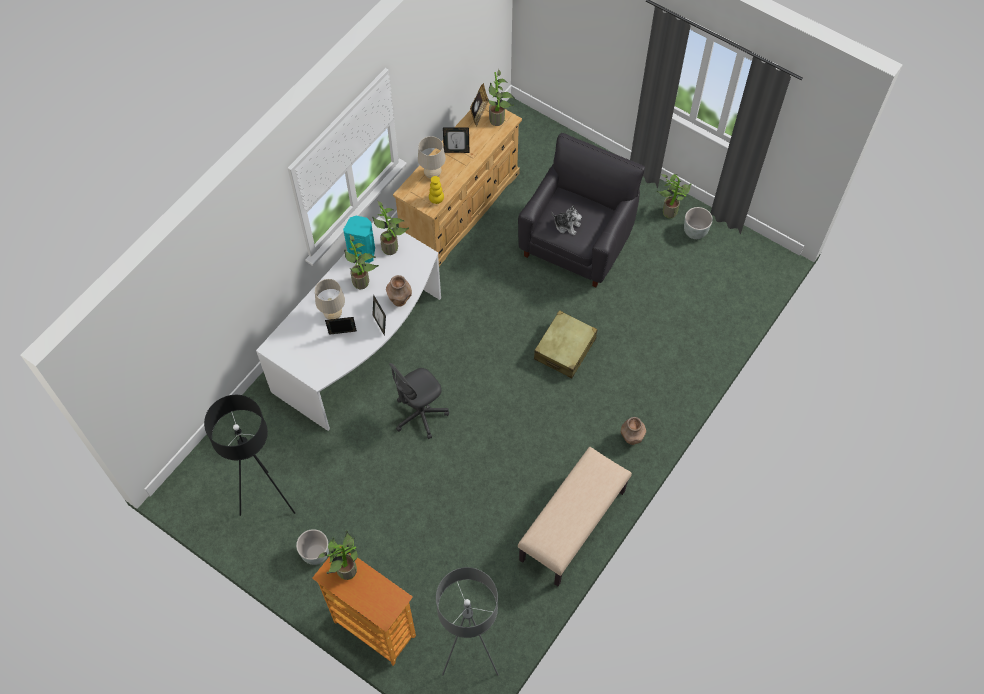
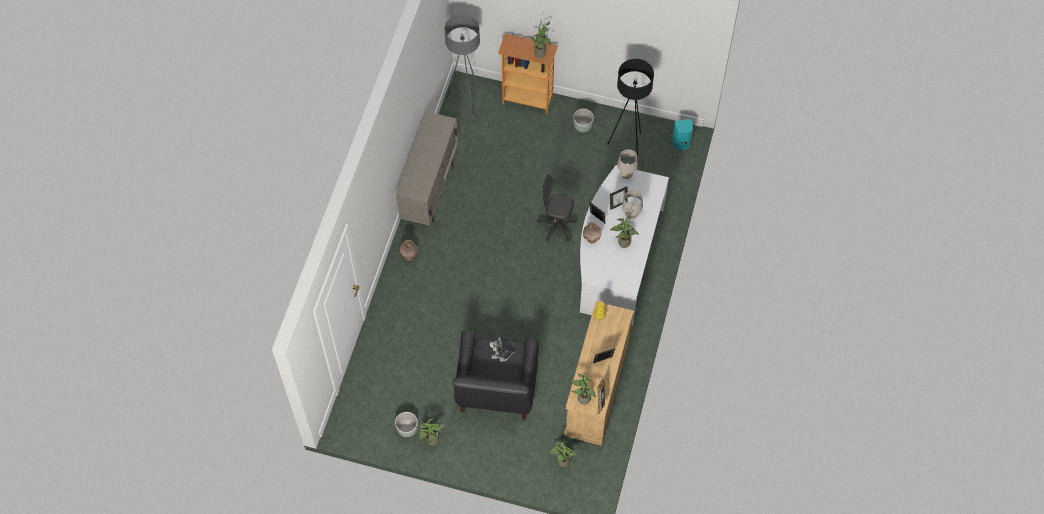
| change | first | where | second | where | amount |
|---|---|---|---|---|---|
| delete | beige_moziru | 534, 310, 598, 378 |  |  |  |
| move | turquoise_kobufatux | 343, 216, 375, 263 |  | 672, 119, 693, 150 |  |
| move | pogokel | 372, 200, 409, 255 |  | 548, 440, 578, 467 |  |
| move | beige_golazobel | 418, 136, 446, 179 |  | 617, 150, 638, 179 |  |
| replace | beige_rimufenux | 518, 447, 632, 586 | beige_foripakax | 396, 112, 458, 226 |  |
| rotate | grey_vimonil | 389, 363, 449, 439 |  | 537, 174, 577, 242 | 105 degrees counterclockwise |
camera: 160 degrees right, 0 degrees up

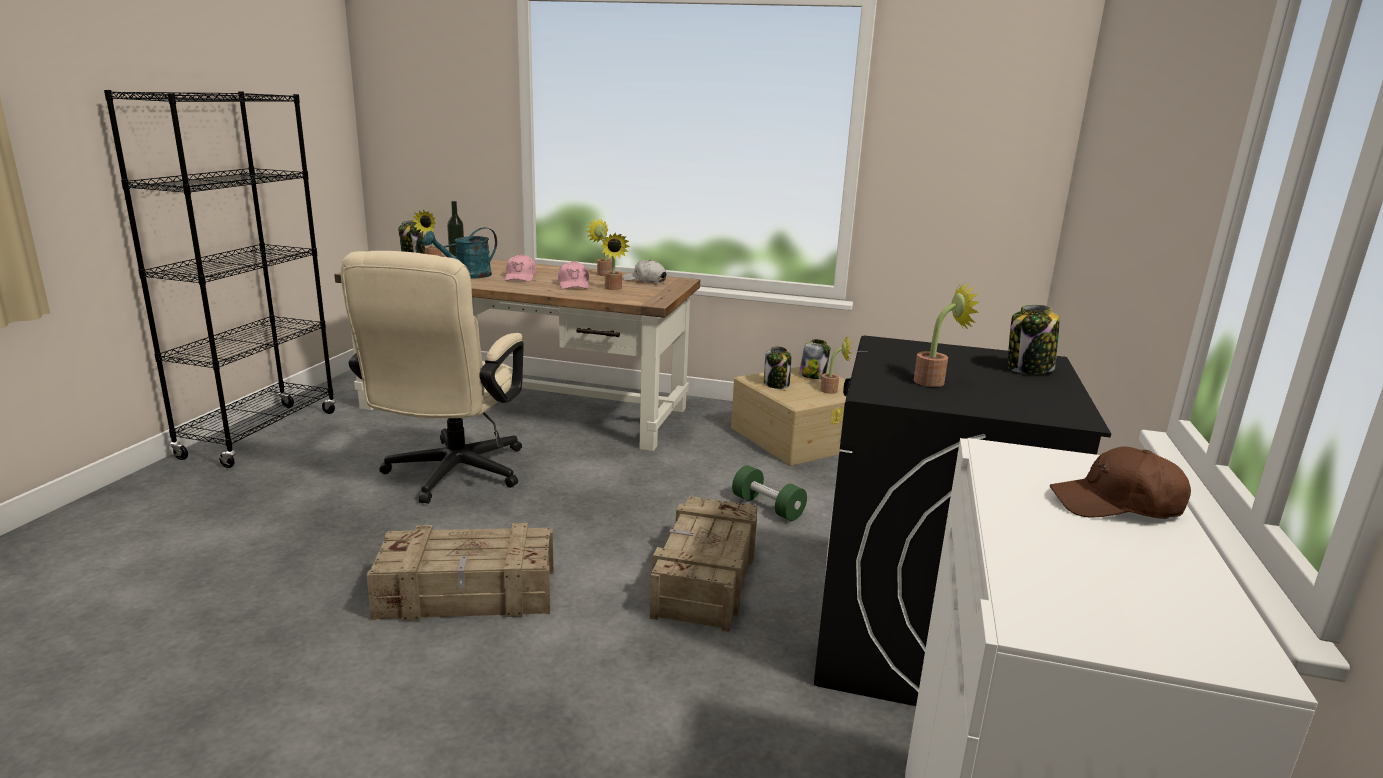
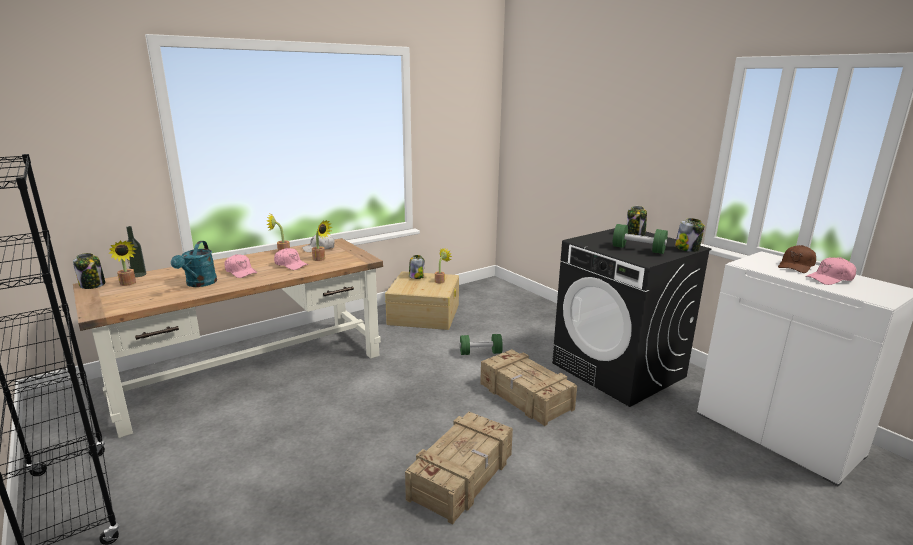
| change | first | where | second | where | amount |
|---|---|---|---|---|---|
| delete | beige_vimonil | 341, 251, 524, 504 |  |  |  |
| insert |  |  | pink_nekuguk | 805, 257, 856, 285 |  |
| move | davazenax | 764, 346, 791, 389 |  | 675, 218, 705, 252 |  |
| replace | pogokel | 914, 282, 979, 387 | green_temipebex | 613, 224, 668, 254 |  |
camera: 50 degrees left, 0 degrees up

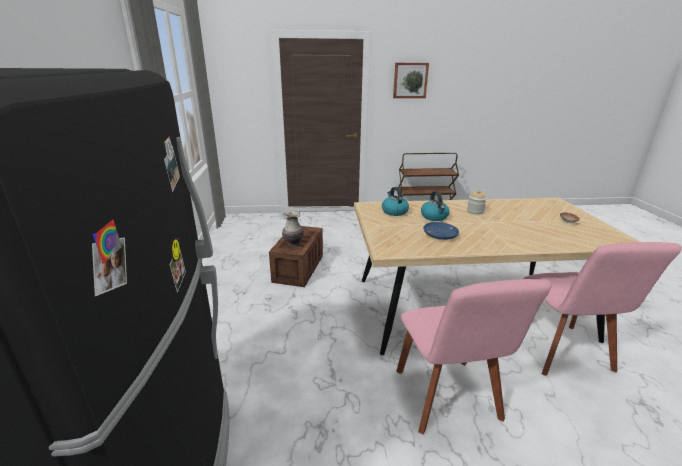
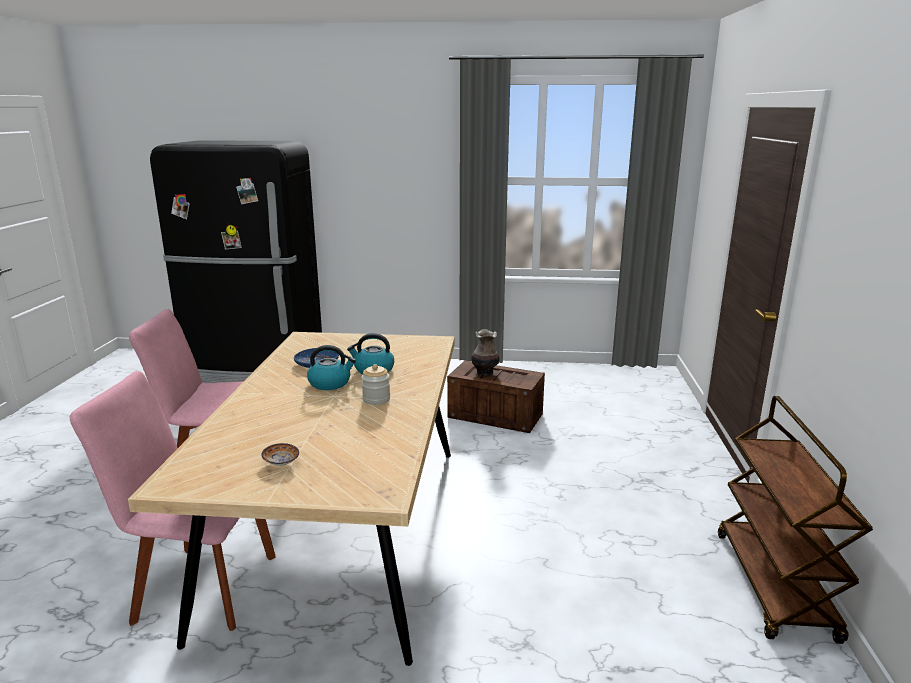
| change | first | where | second | where | amount |
|---|---|---|---|---|---|
| delete | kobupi | 393, 63, 429, 98 |  |  |  |
| move | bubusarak | 382, 187, 409, 216 |  | 307, 345, 356, 390 |  |
camera: 100 degrees right, 5 degrees down

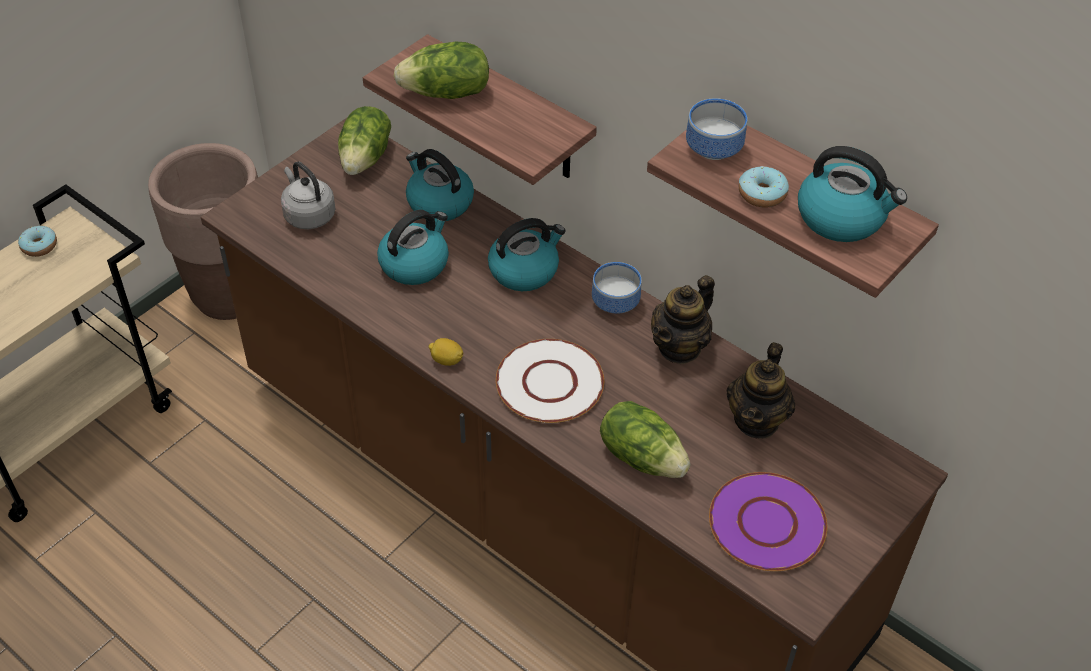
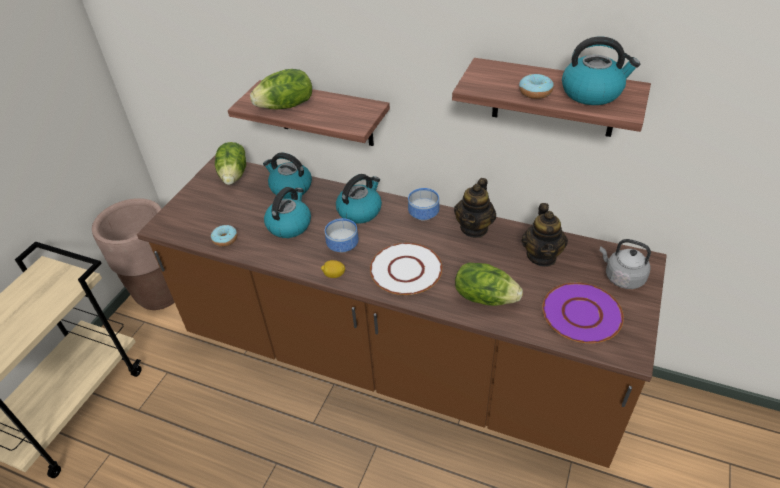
| change | first | where | second | where | amount |
|---|---|---|---|---|---|
| move | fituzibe | 18, 226, 57, 257 |  | 211, 225, 238, 247 |  |
| move | grey_bubusarak | 281, 161, 336, 229 |  | 599, 239, 651, 289 |  |
| move | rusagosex | 686, 98, 747, 160 |  | 325, 218, 359, 253 |  |
camera: 15 degrees left, 5 degrees down

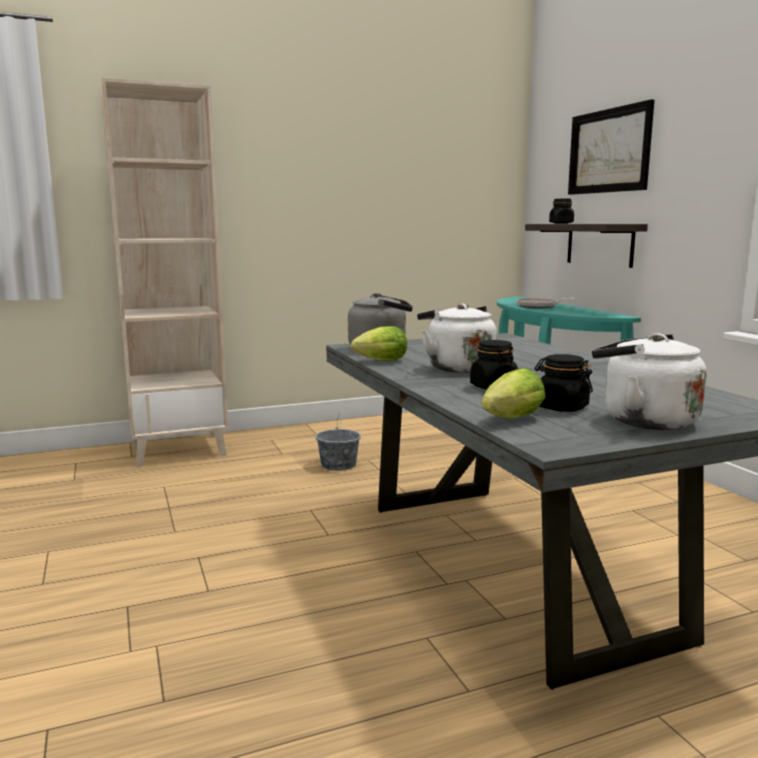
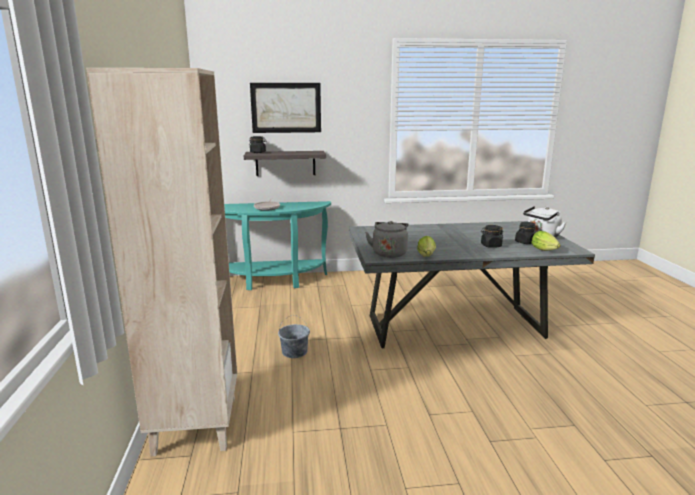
| change | first | where | second | where | amount |
|---|---|---|---|---|---|
| delete | white_bubusarak | 417, 304, 496, 373 |  |  |  |
camera: 75 degrees left, 5 degrees up

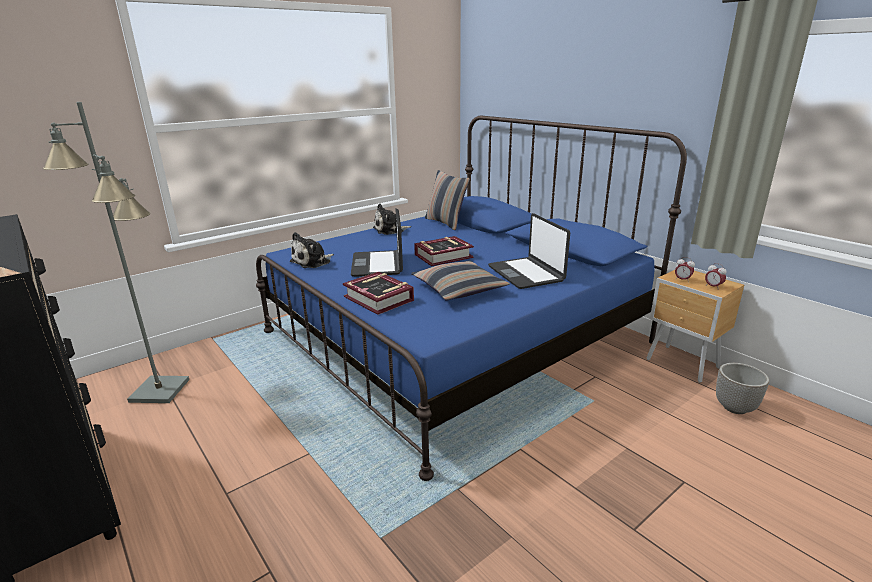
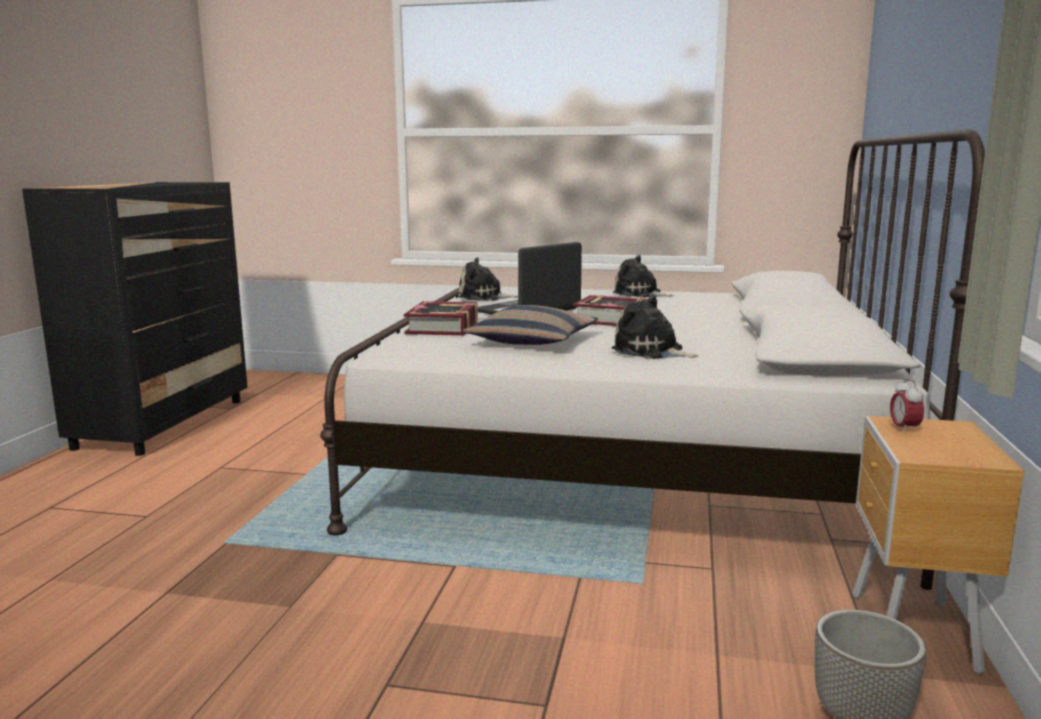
| change | first | where | second | where | amount |
|---|---|---|---|---|---|
| delete | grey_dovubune | 43, 102, 189, 403 |  |  |  |
| delete | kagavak | 425, 170, 470, 230 |  |  |  |
| delete | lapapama | 705, 263, 727, 290 |  |  |  |
| replace | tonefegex | 488, 213, 570, 289 | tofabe | 612, 295, 699, 359 |  |
| recolor | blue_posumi | 256, 116, 687, 481 | white_posumi | 320, 129, 985, 590 |  |
camera: 50 degrees right, 10 degrees down

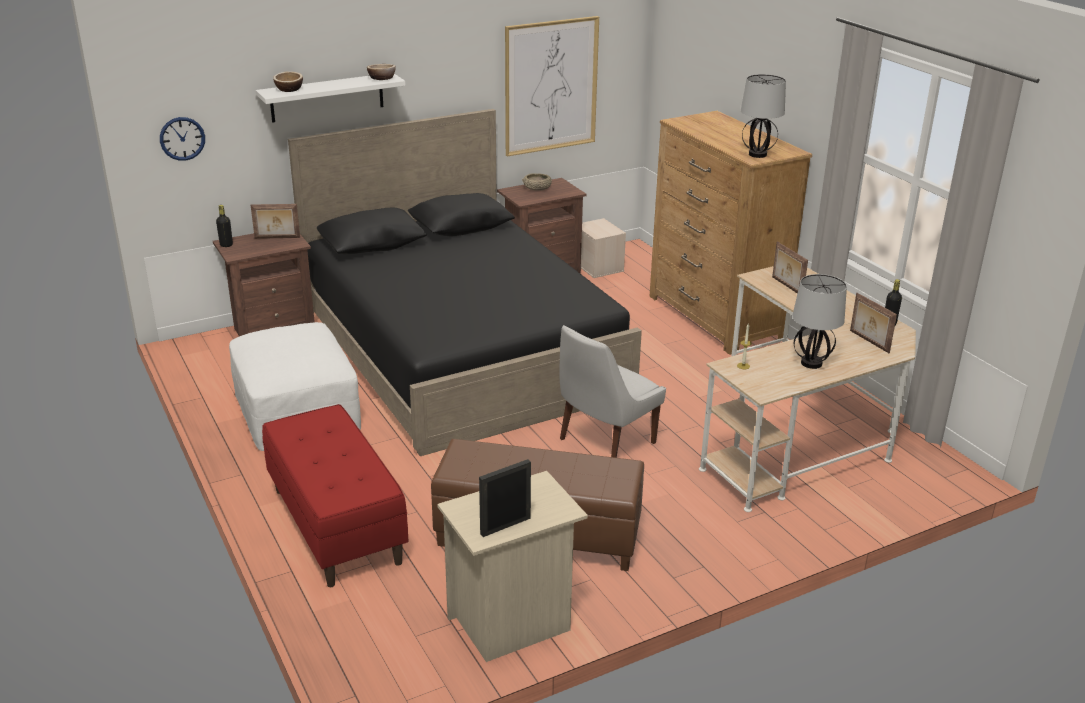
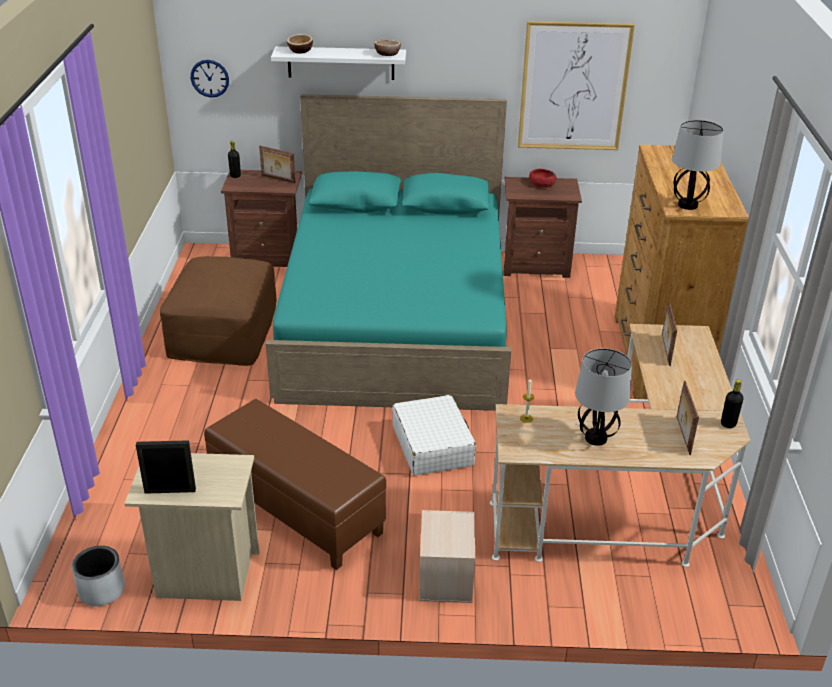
| change | first | where | second | where | amount |
|---|---|---|---|---|---|
| delete | red_rimufenux | 262, 404, 408, 587 |  |  |  |
| insert |  |  | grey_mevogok | 72, 546, 125, 606 |  |
| move | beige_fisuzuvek | 581, 218, 626, 278 |  | 419, 510, 475, 603 |  |
| replace | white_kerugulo | 560, 325, 666, 458 | white_moziru | 392, 395, 476, 476 |  |
| recolor | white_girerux | 229, 322, 361, 451 | brown_girerux | 160, 256, 276, 366 |  |
| recolor | black_posumi | 288, 109, 642, 456 | turquoise_posumi | 266, 94, 511, 411 |  |
| recolor | beige_rusagosex | 522, 173, 552, 191 | red_rusagosex | 529, 169, 557, 187 |  |
camera: 30 degrees right, 5 degrees up

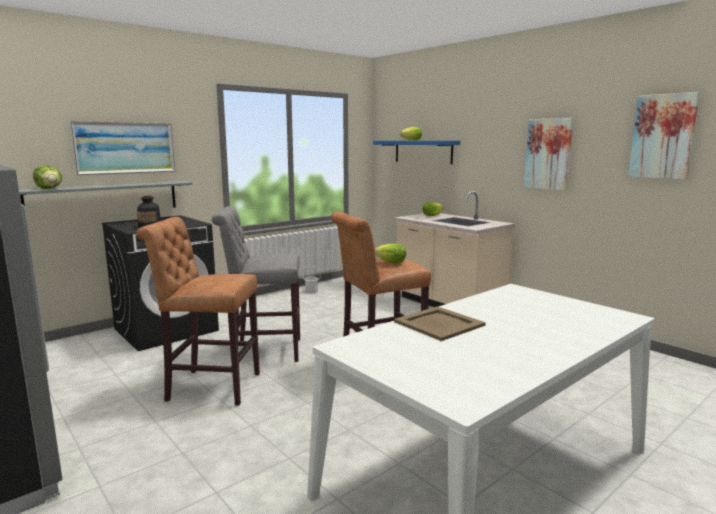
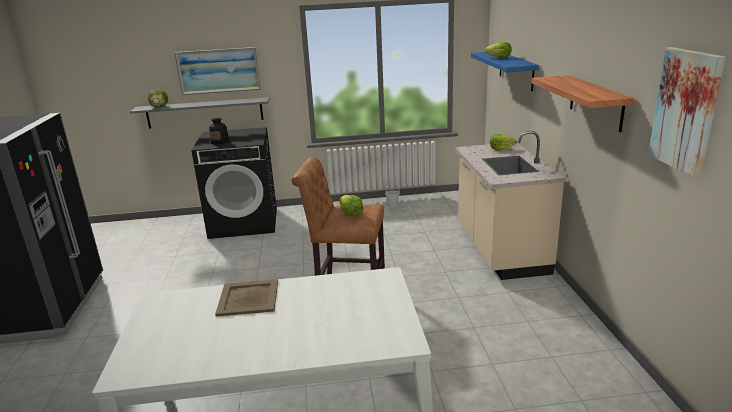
| change | first | where | second | where | amount |
|---|---|---|---|---|---|
| delete | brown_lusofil | 136, 217, 260, 406 |  |  |  |
| delete | grey_lusofil | 212, 206, 300, 362 |  |  |  |
| replace | kobupi | 524, 118, 574, 191 | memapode | 532, 75, 635, 133 |  |
camera: 35 degrees right, 10 degrees up

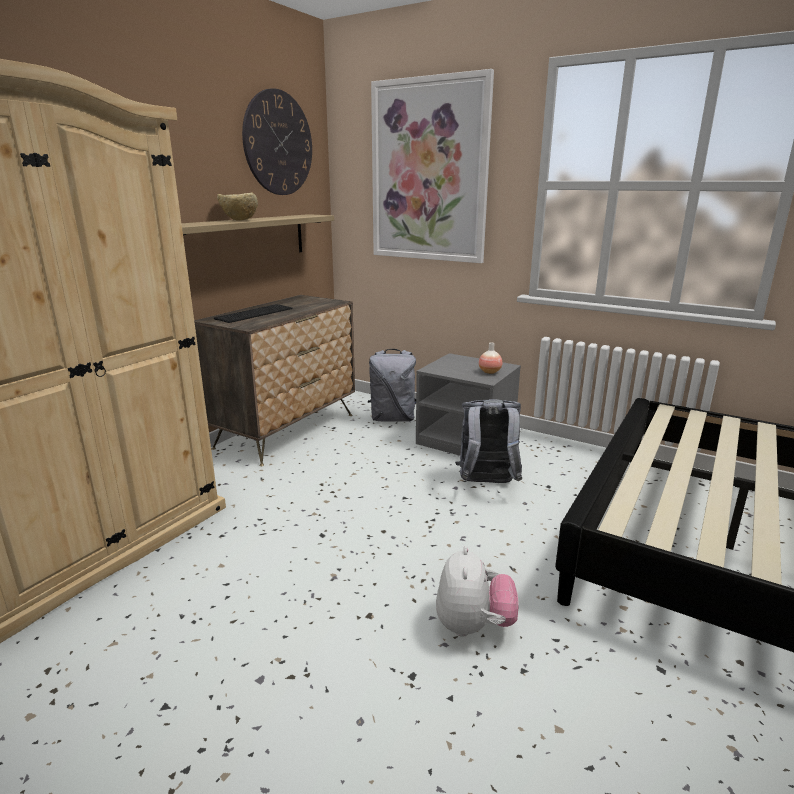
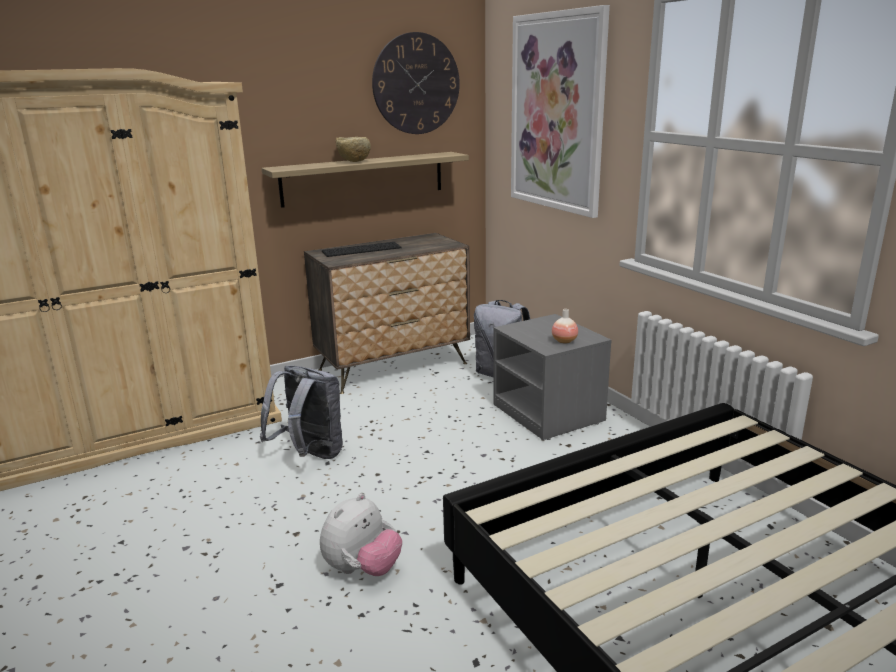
| change | first | where | second | where | amount |
|---|---|---|---|---|---|
| move | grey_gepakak | 455, 399, 522, 483 |  | 260, 366, 343, 459 |  |
camera: 30 degrees right, 0 degrees up

